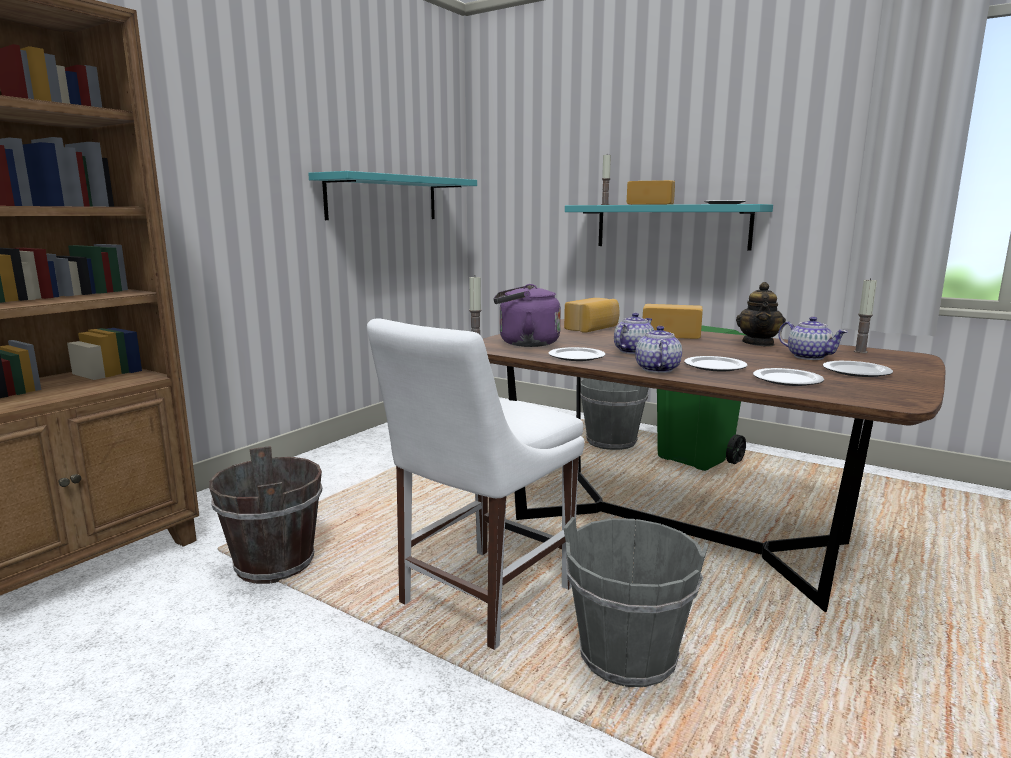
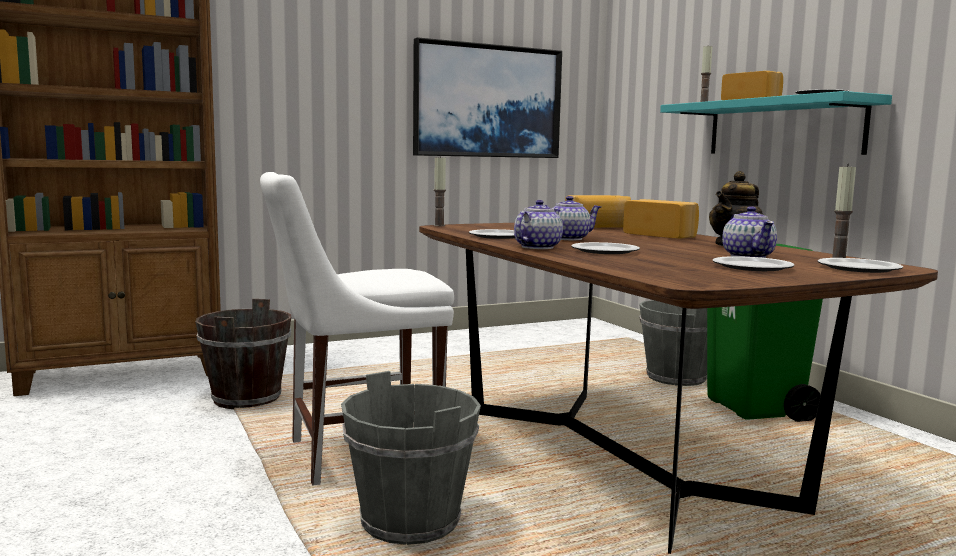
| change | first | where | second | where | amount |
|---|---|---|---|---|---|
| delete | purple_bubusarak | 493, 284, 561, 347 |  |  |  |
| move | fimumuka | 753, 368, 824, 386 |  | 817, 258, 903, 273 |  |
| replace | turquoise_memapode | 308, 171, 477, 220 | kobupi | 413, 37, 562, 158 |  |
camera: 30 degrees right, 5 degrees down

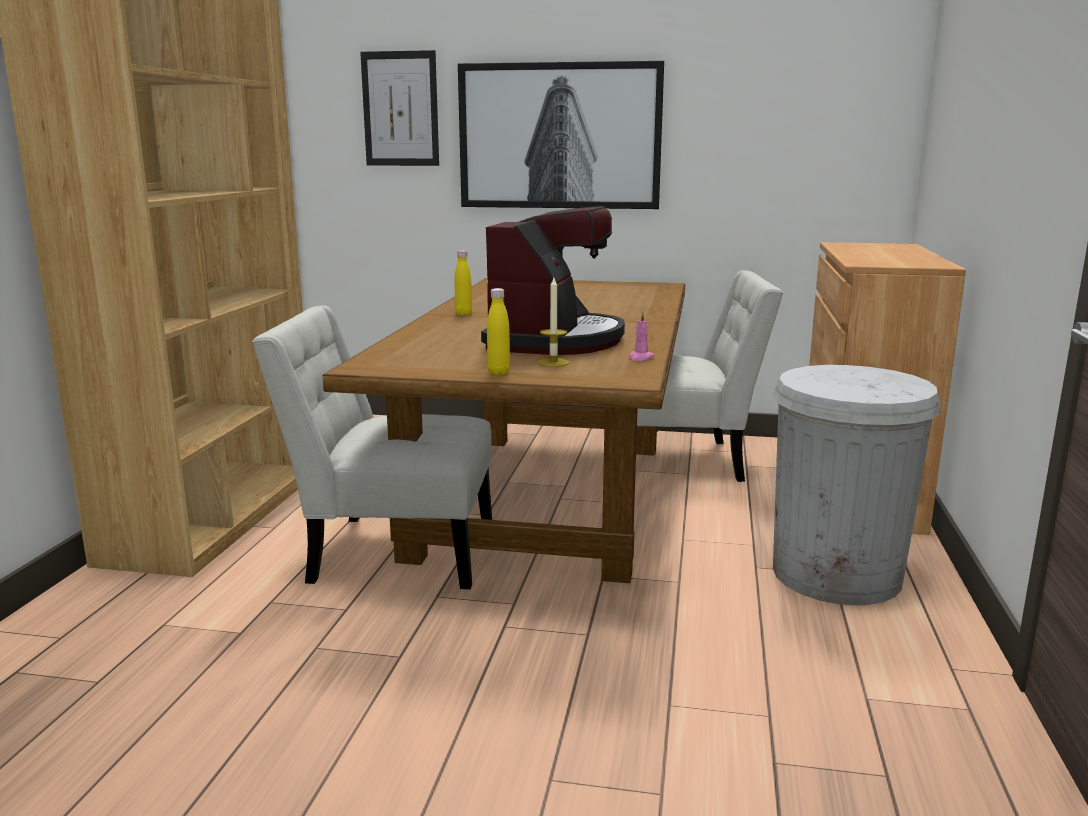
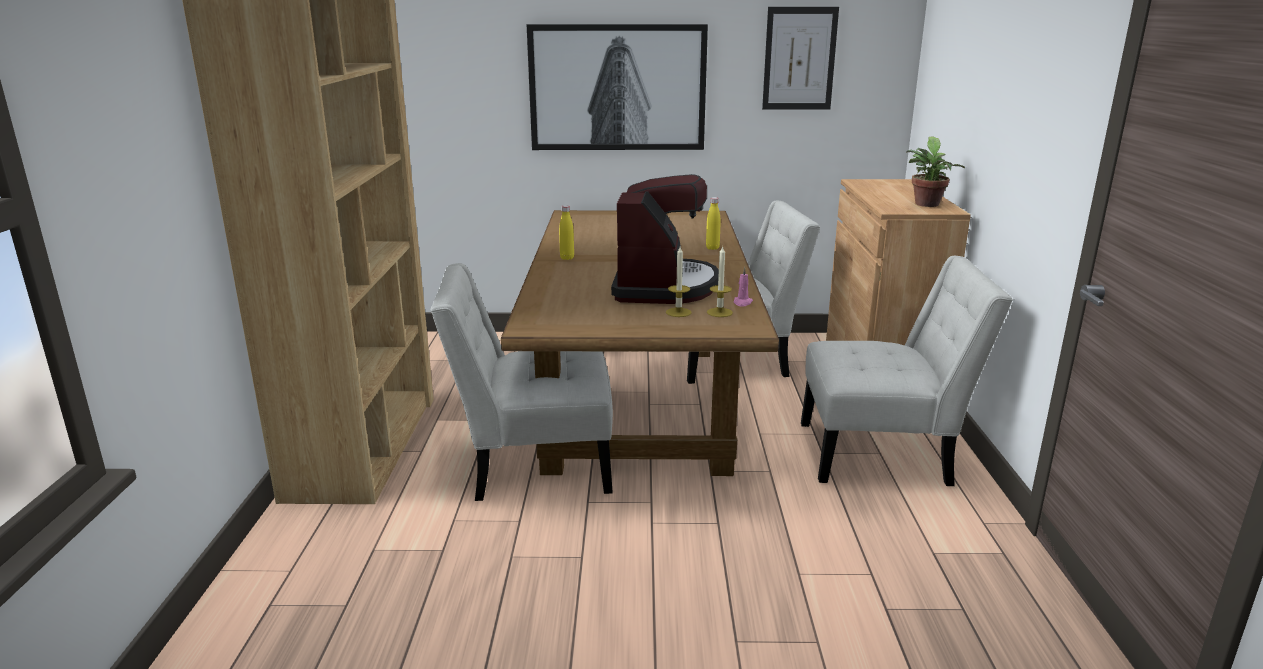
| change | first | where | second | where | amount |
|---|---|---|---|---|---|
| insert |  |  | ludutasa | 707, 245, 733, 317 |  |
| insert |  |  | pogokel | 907, 137, 965, 207 |  |
| move | kobupi | 360, 50, 439, 166 |  | 762, 7, 839, 110 |  |
| move | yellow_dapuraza | 487, 288, 510, 375 |  | 706, 197, 721, 250 |  |
| replace | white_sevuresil | 772, 365, 941, 605 | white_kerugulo | 801, 256, 1013, 486 |  |
camera: 10 degrees left, 5 degrees up

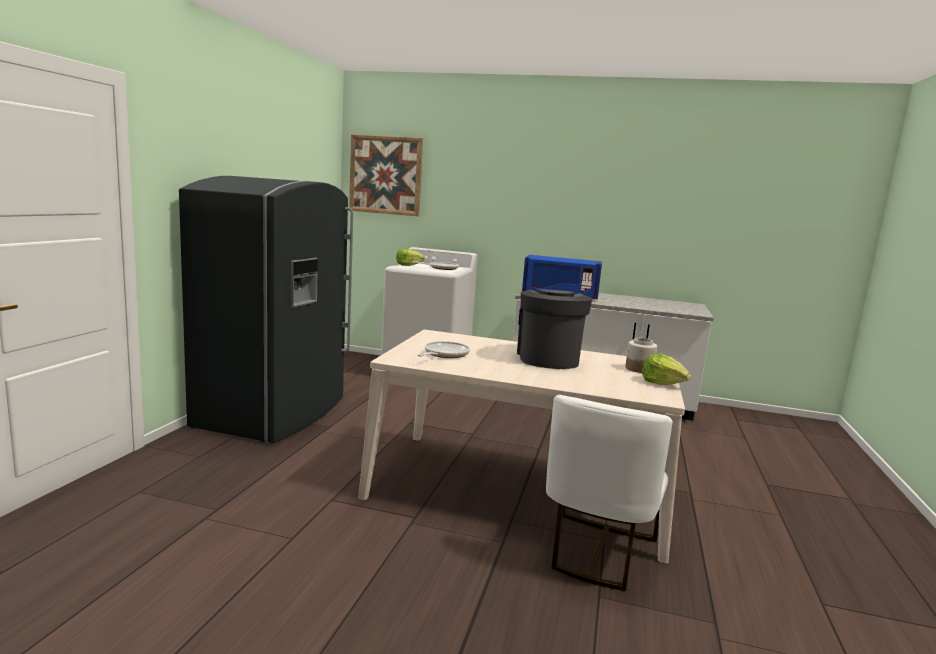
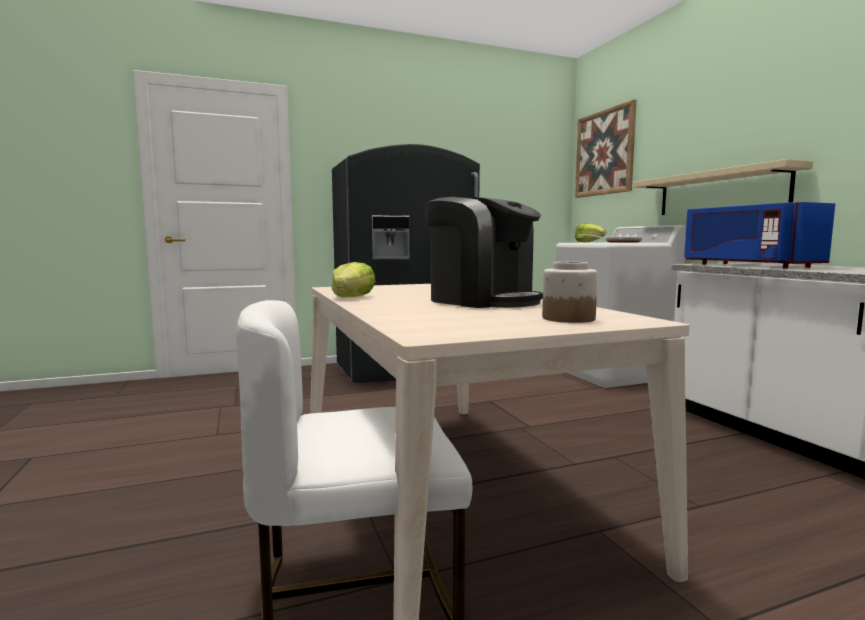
| change | first | where | second | where | amount |
|---|---|---|---|---|---|
| delete | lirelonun | 418, 341, 470, 358 |  |  |  |
| insert |  |  | beige_memapode | 633, 159, 813, 215 |  |
| move | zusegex | 642, 354, 691, 385 |  | 331, 262, 376, 297 |  |
| rotate | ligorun | 517, 289, 592, 369 |  | 425, 196, 543, 308 | 75 degrees clockwise |
camera: 55 degrees right, 5 degrees down

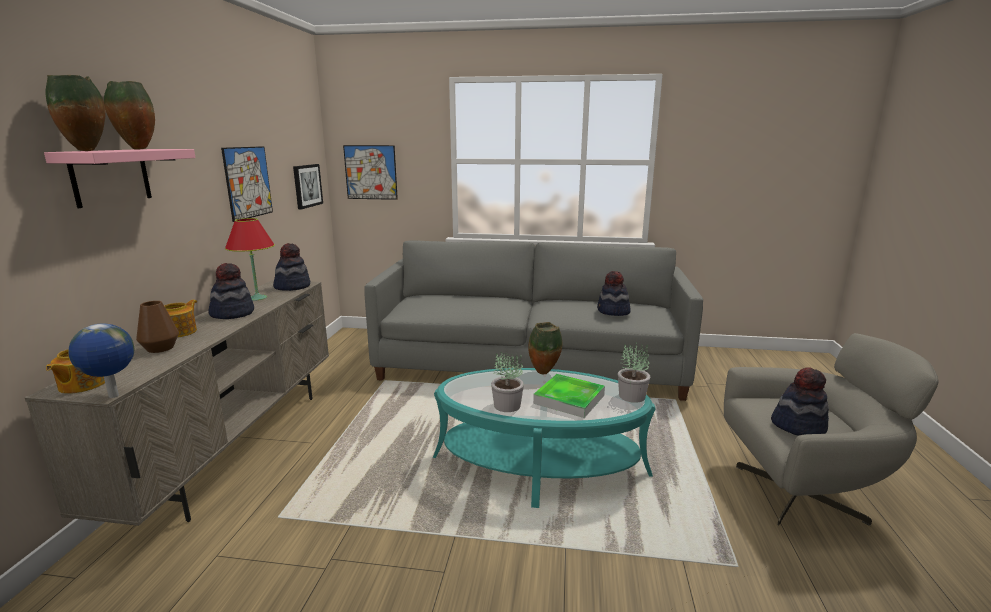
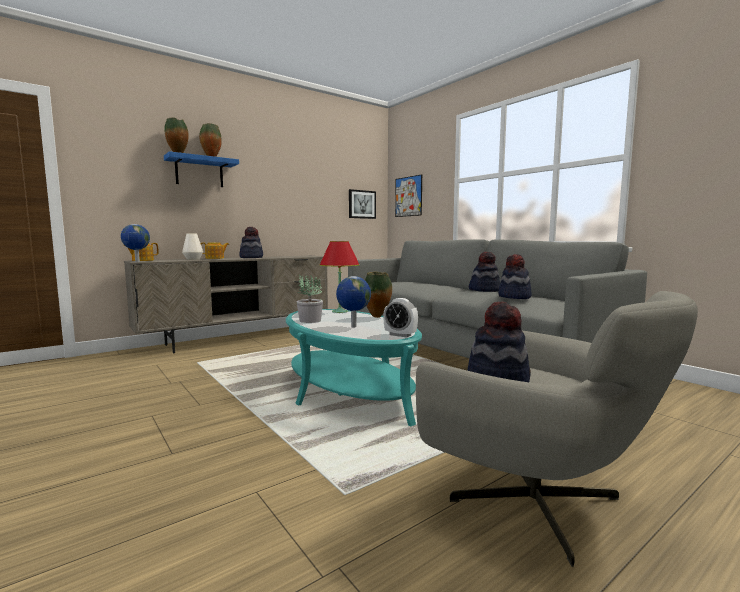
| change | first | where | second | where | amount |
|---|---|---|---|---|---|
| delete | kobupi | 221, 146, 273, 222 |  |  |  |
| move | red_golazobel | 225, 218, 275, 301 |  | 320, 241, 360, 313 |  |
| move | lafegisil | 273, 243, 310, 291 |  | 469, 252, 500, 292 |  |
| replace | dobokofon | 533, 374, 605, 418 | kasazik | 336, 276, 371, 327 |  |
| replace | pogokel | 618, 342, 650, 403 | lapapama | 383, 298, 418, 337 |  |
| recolor | pink_memapode | 44, 149, 196, 208 | blue_memapode | 164, 151, 239, 187 |  |
| recolor | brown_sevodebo | 136, 301, 179, 353 | white_sevodebo | 182, 234, 203, 260 |  |
camera: 45 degrees right, 10 degrees down

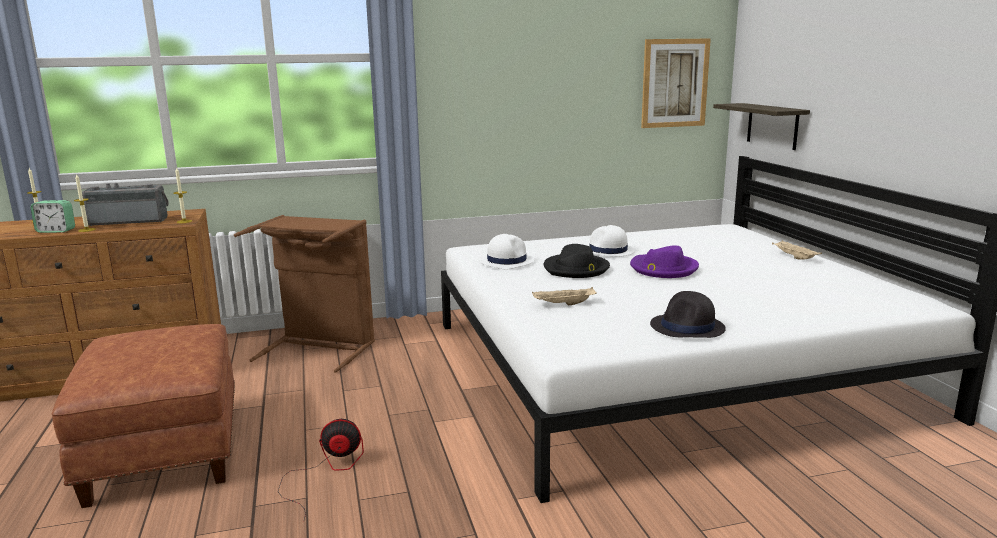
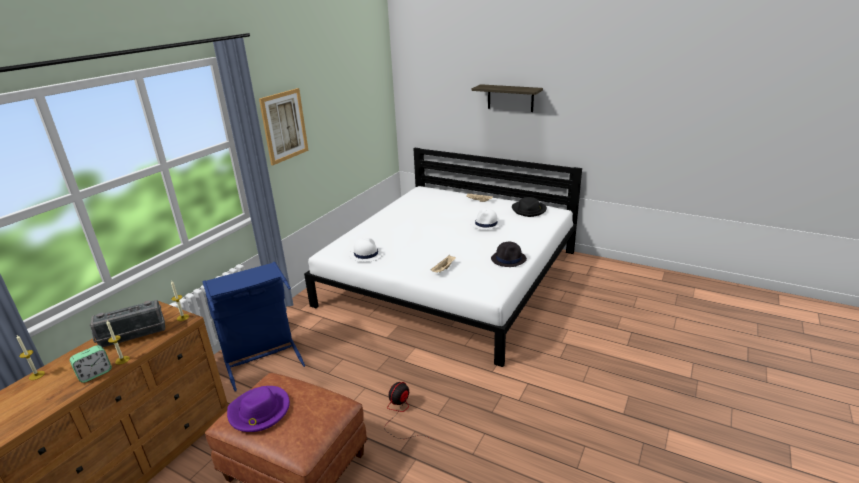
| change | first | where | second | where | amount |
|---|---|---|---|---|---|
| move | black_lafegisil | 544, 244, 610, 278 |  | 512, 197, 547, 217 |  |
| move | white_lafegisil | 586, 225, 635, 257 |  | 471, 209, 502, 230 |  |
| move | purple_lafegisil | 630, 246, 699, 278 |  | 227, 386, 290, 432 |  |
| move | kobupi | 641, 39, 711, 128 |  | 259, 88, 309, 165 |  |
| move | memapode | 713, 103, 810, 150 |  | 472, 84, 543, 112 |  |
| recolor | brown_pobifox | 234, 215, 375, 373 | blue_pobifox | 203, 262, 305, 392 |  |
| rotate | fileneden | 82, 183, 169, 226 |  | 90, 300, 165, 348 | 150 degrees counterclockwise |
camera: 45 degrees left, 10 degrees up

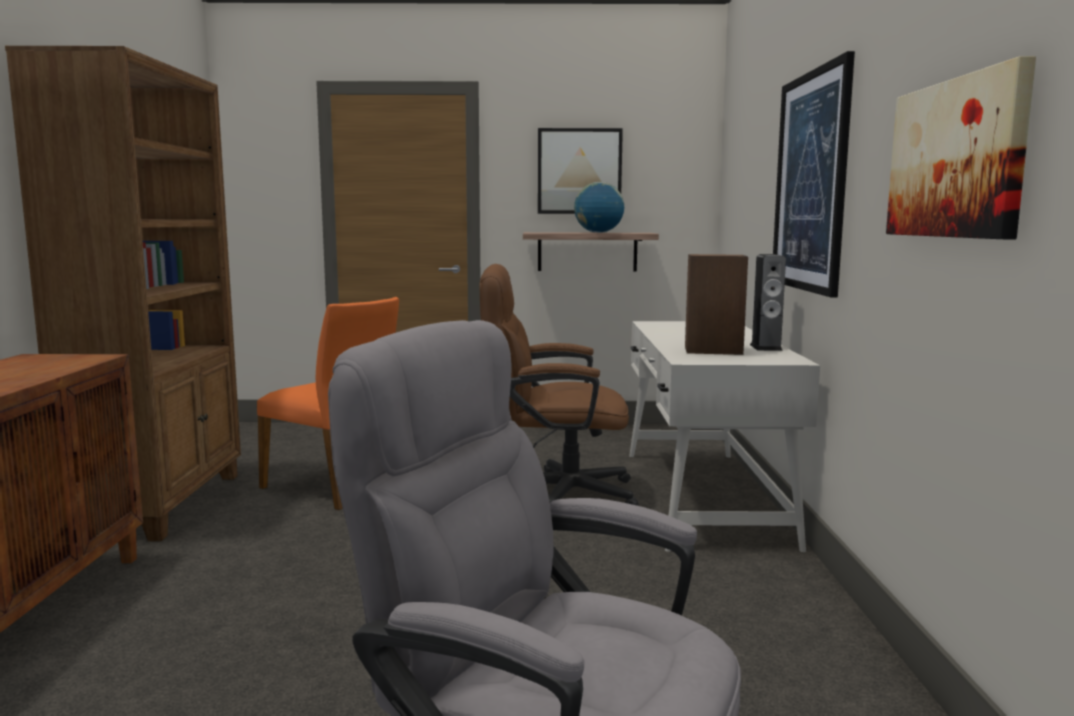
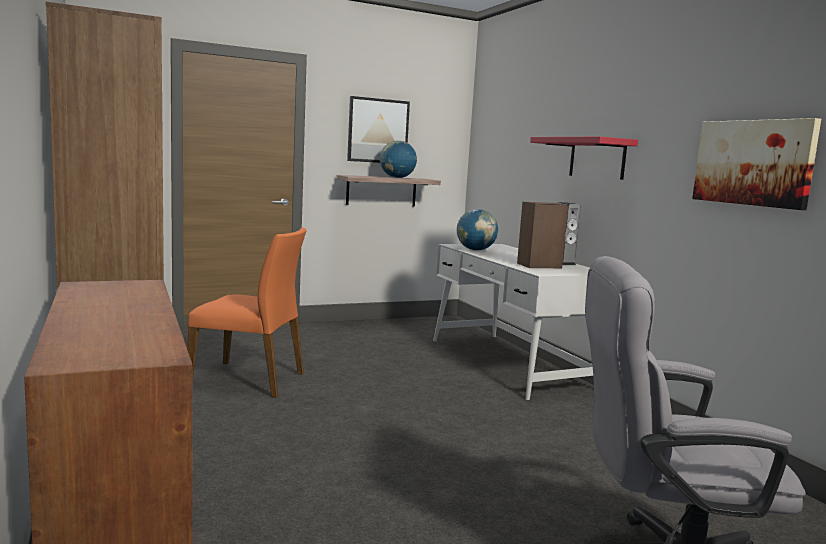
| change | first | where | second | where | amount |
|---|---|---|---|---|---|
| delete | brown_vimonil | 480, 264, 639, 506 |  |  |  |
| insert |  |  | kasazik | 457, 209, 498, 251 |  |
| replace | kobupi | 773, 51, 855, 297 | red_memapode | 530, 136, 638, 180 |  |
camera: 25 degrees left, 0 degrees up

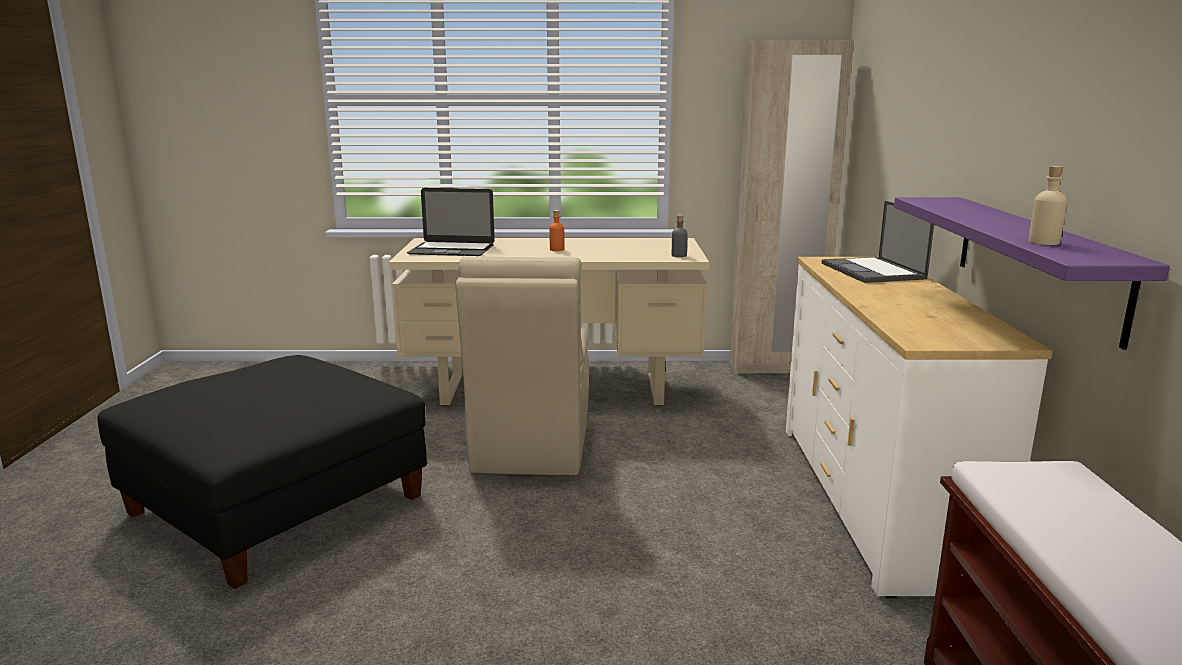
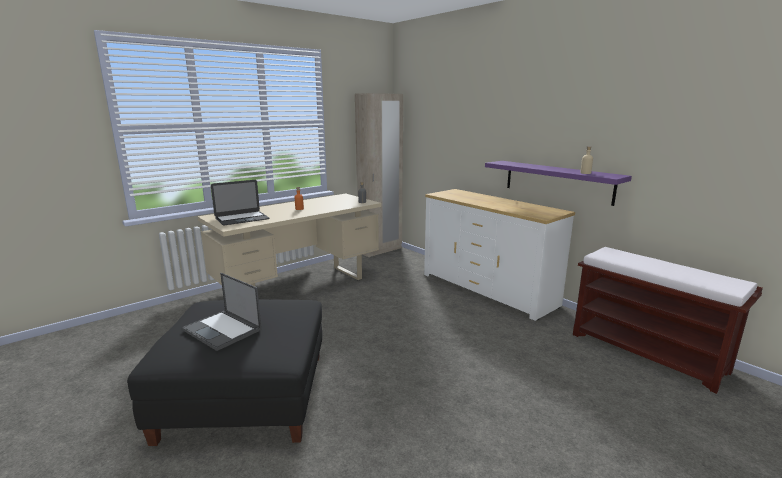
| change | first | where | second | where | amount |
|---|---|---|---|---|---|
| delete | beige_kerugulo | 456, 256, 589, 475 |  |  |  |
| move | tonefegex | 822, 201, 934, 283 |  | 182, 273, 262, 351 |  |
camera: 40 degrees left, 0 degrees up

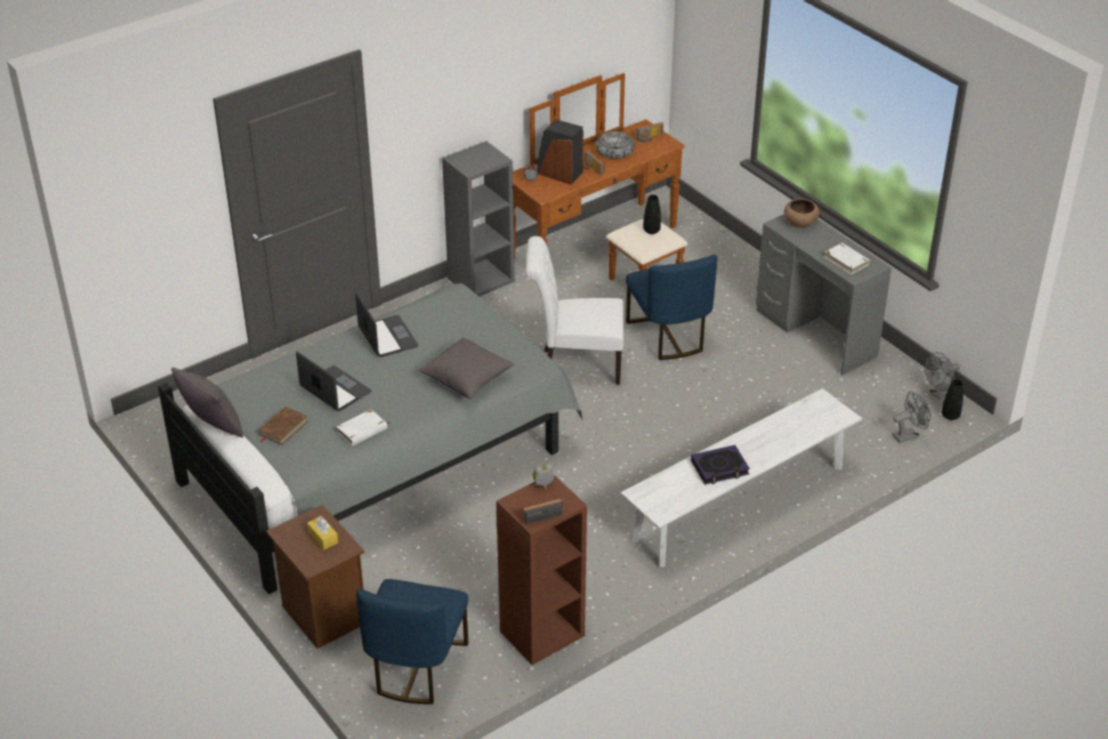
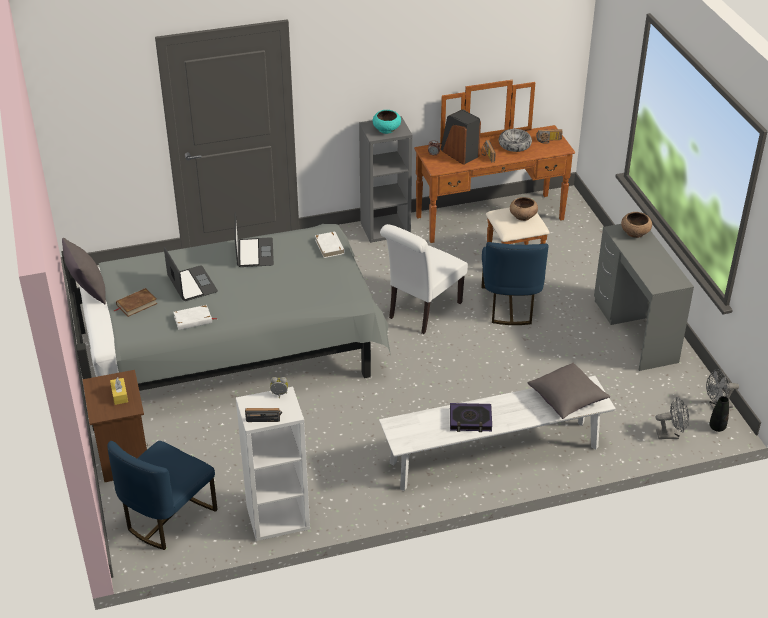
| change | first | where | second | where | amount |
|---|---|---|---|---|---|
| insert |  |  | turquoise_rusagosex | 373, 110, 401, 134 |  |
| move | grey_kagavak | 419, 338, 515, 399 |  | 528, 362, 610, 419 |  |
| move | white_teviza | 825, 243, 870, 274 |  | 315, 231, 345, 258 |  |
| replace | black_sevodebo | 643, 195, 661, 234 | brown_rusagosex | 510, 197, 538, 221 |  |
| recolor | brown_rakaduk | 496, 475, 587, 665 | white_rakaduk | 236, 387, 310, 541 |  |
| rotate | white_kerugulo | 526, 236, 624, 385 |  | 380, 224, 468, 334 | 75 degrees counterclockwise |
camera: 20 degrees right, 0 degrees up

